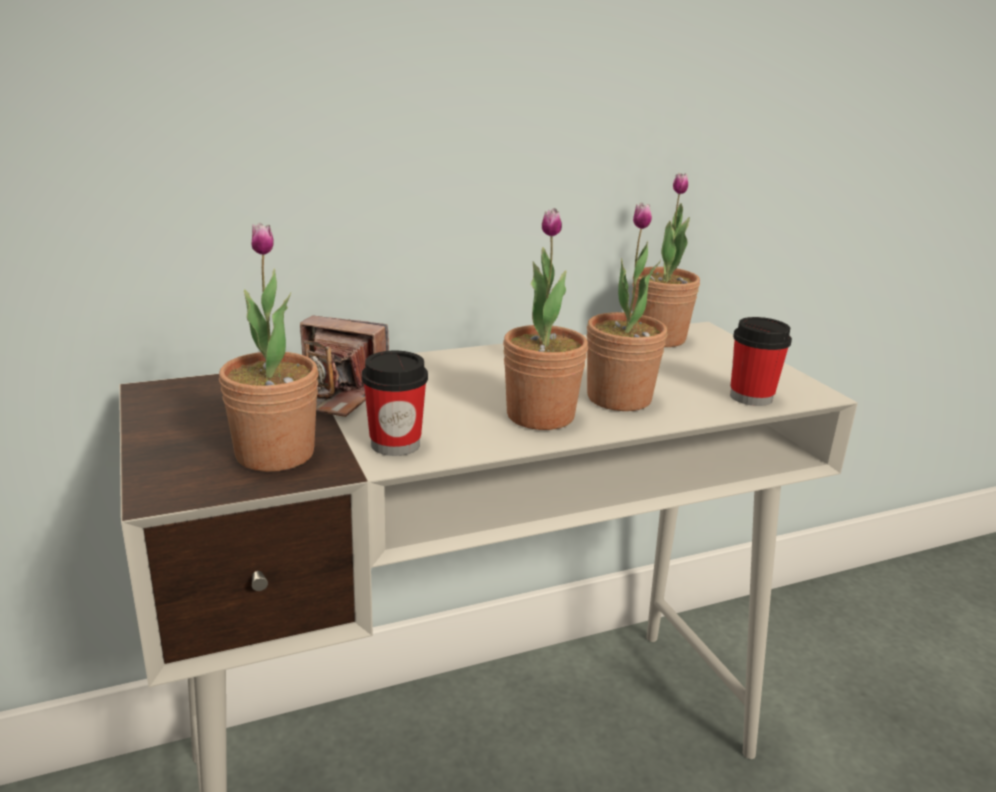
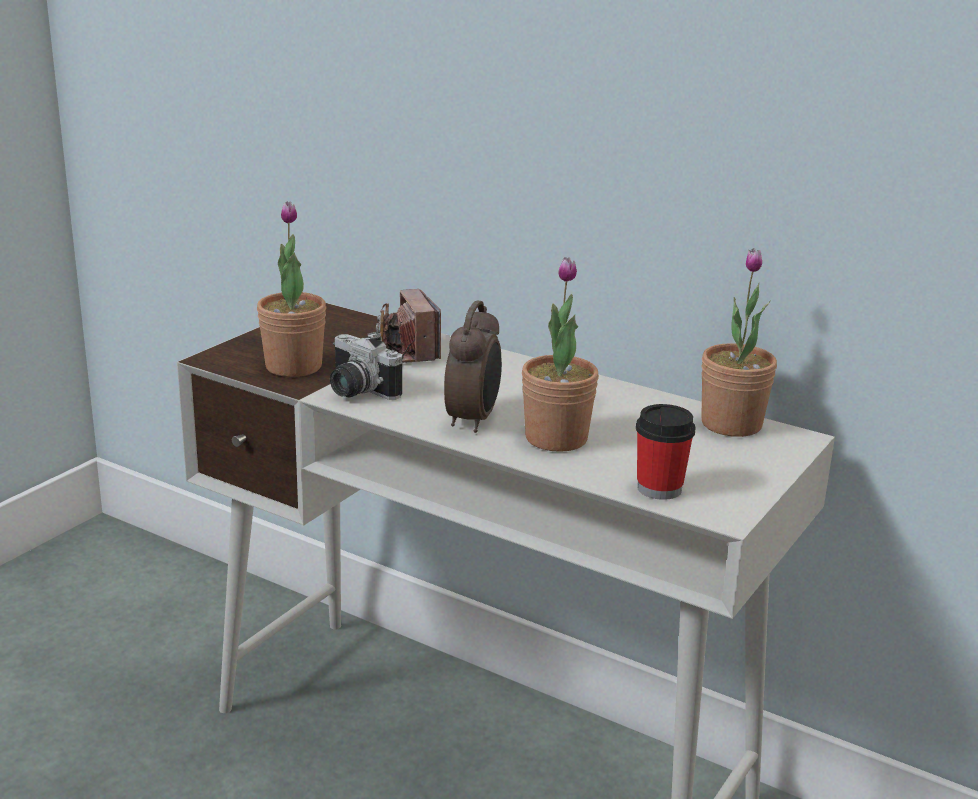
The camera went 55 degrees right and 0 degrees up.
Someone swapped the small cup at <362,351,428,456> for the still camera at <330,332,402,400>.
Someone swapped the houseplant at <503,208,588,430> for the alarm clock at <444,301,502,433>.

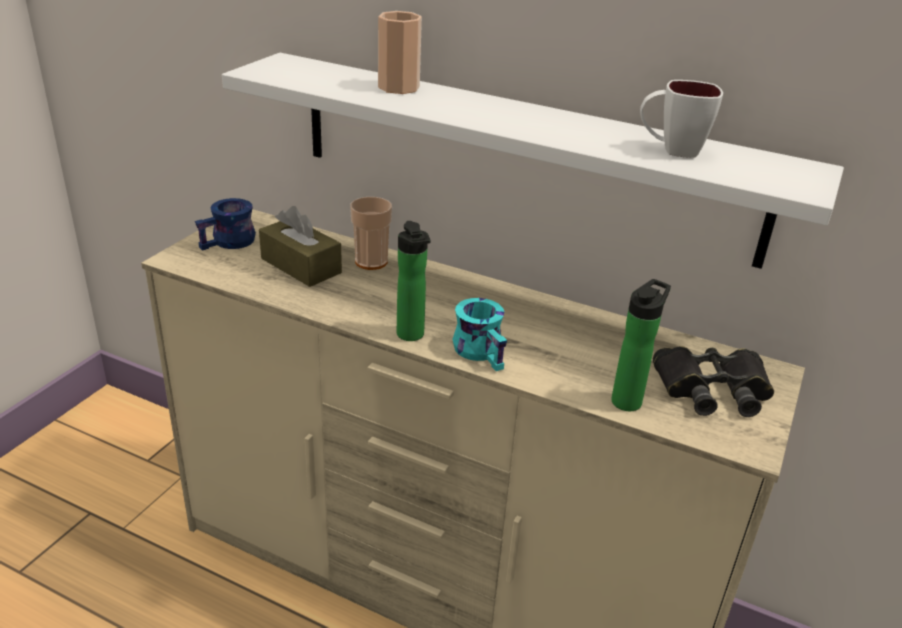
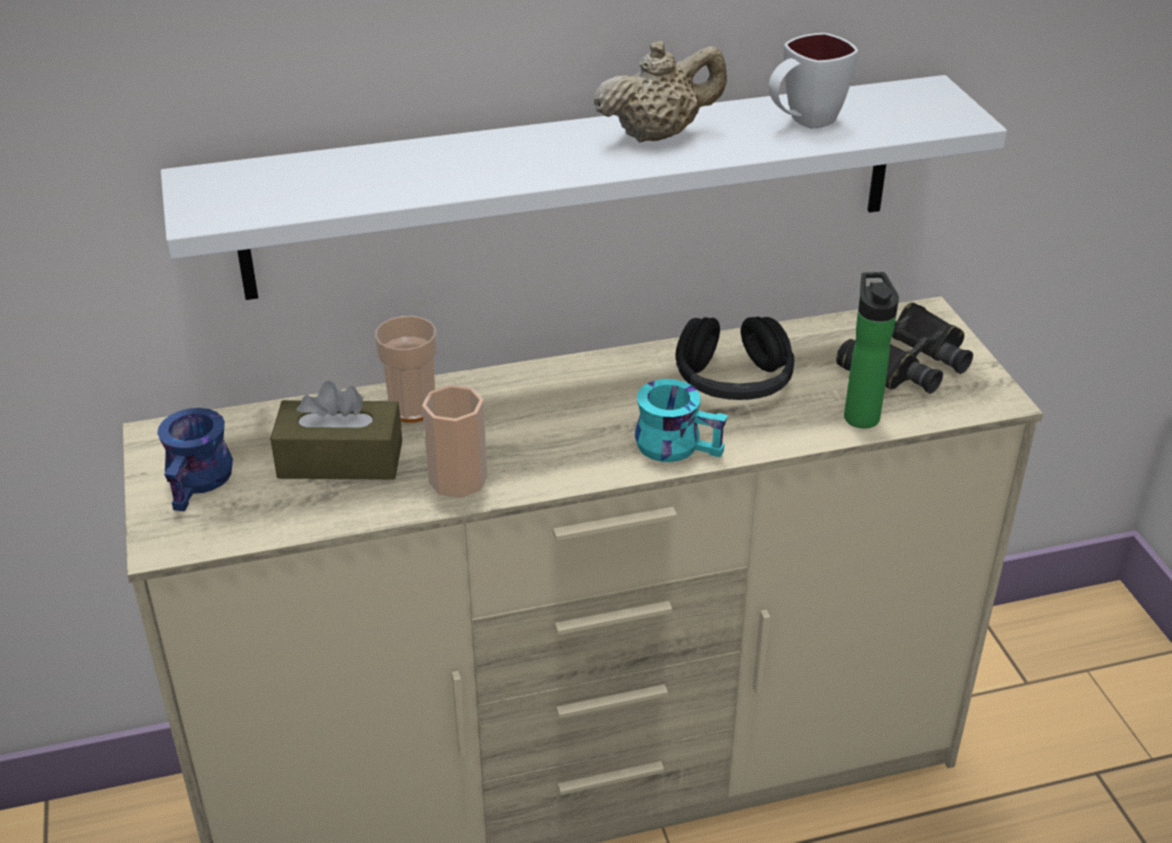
The camera went 40 degrees left and 5 degrees up.
Someone carried the small cup from <378,11,422,94> to <422,385,488,498>.
Someone took away the drink bottle at <397,221,430,341>.
Someone put down the tea pot in beige at <594,41,727,142>.
Someone put down the headphones in black-coloured at <675,316,794,400>.

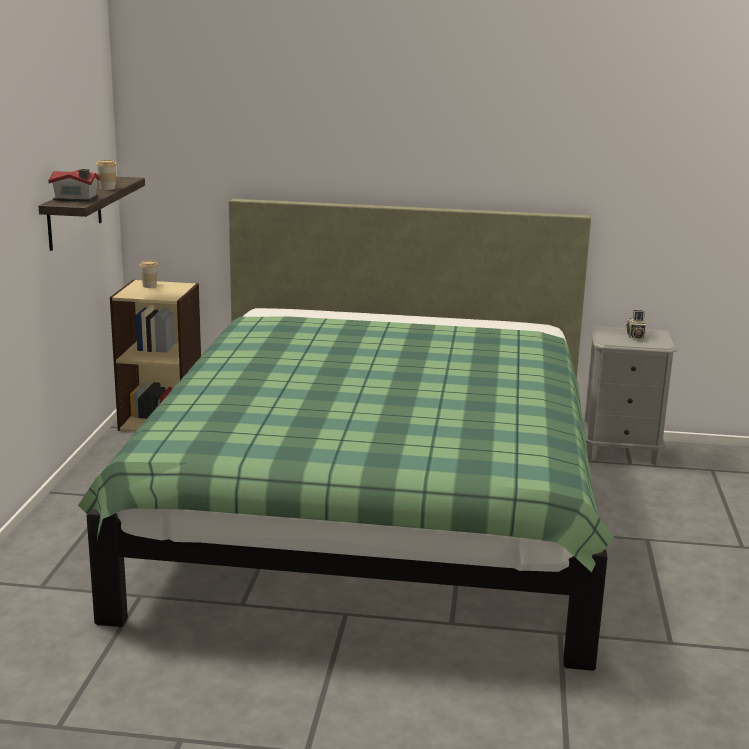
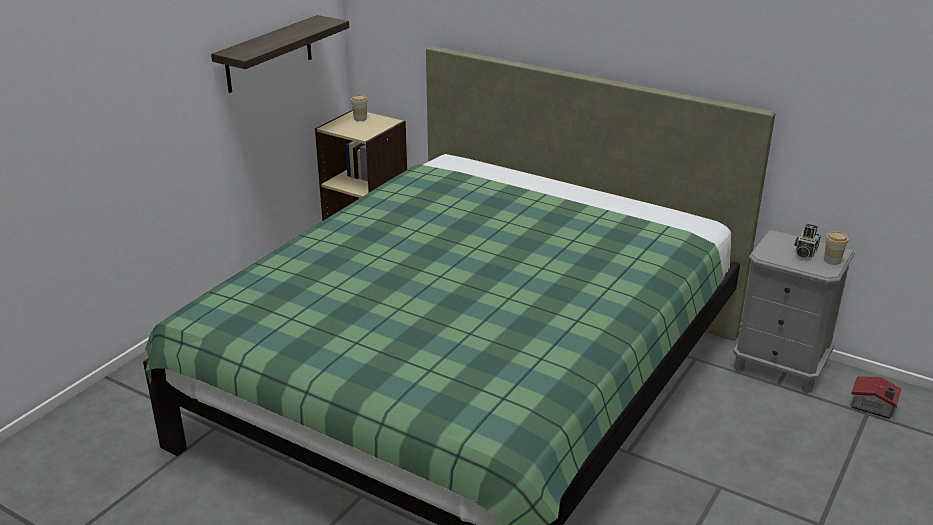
The camera went 25 degrees right and 10 degrees up.
Someone carried the toy house from <48,169,101,202> to <851,376,902,419>.
Someone carried the small cup from <96,160,117,190> to <824,231,849,265>.

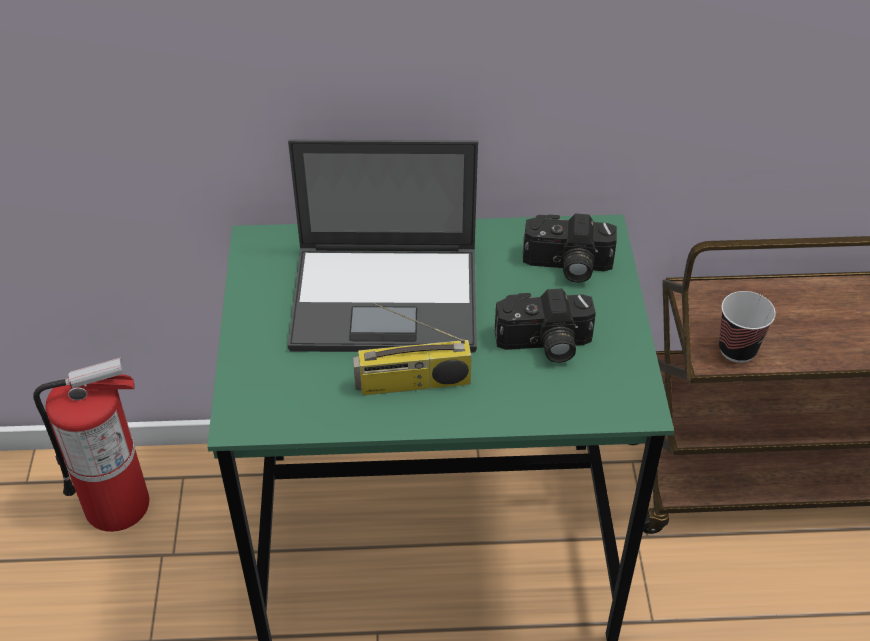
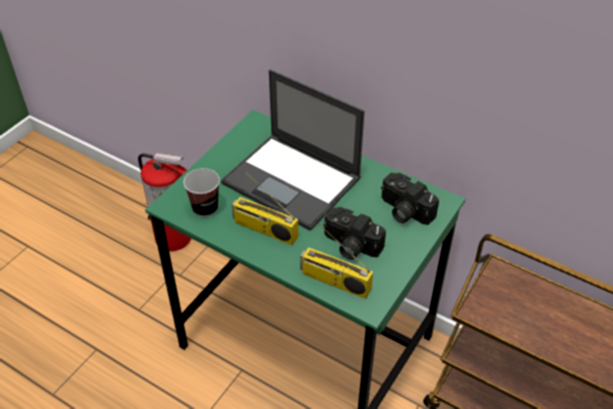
The camera went 35 degrees right and 0 degrees up.
Someone carried the small cup from <719,291,776,363> to <183,168,220,217>.
Someone put down the radio receiver at <300,223,373,299>.

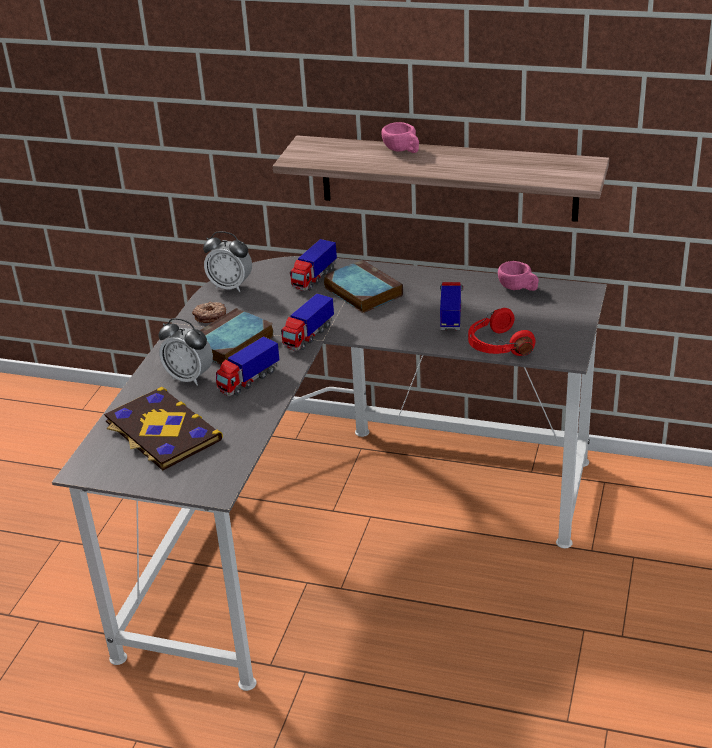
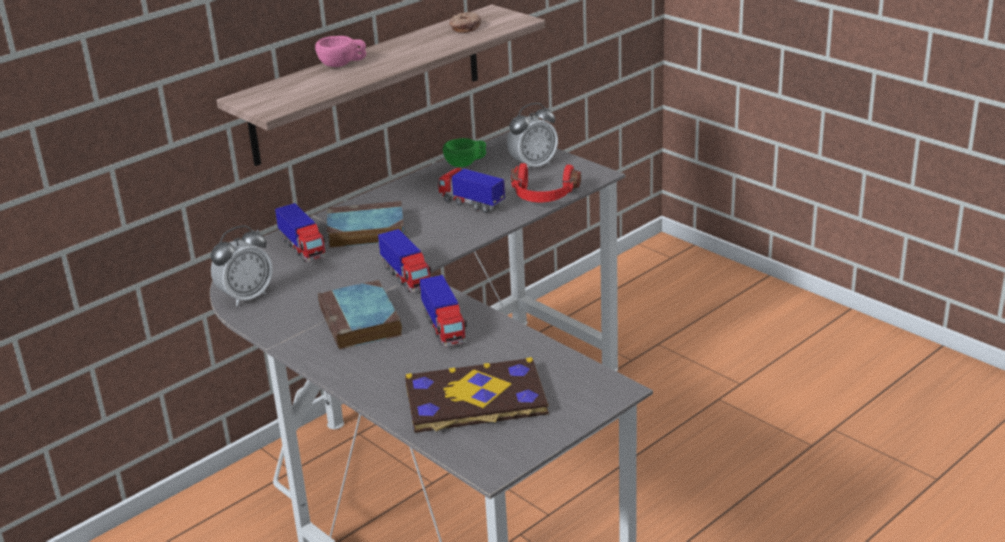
The camera went 60 degrees left and 5 degrees down.
Someone carried the alarm clock from <158,318,213,386> to <507,103,558,169>.
Someone carried the donut from <192,302,226,323> to <449,12,481,33>.
Someone repainted the small cup in pinkish at <498,261,539,291>, which became the small cup in greenish at <443,138,486,167>.

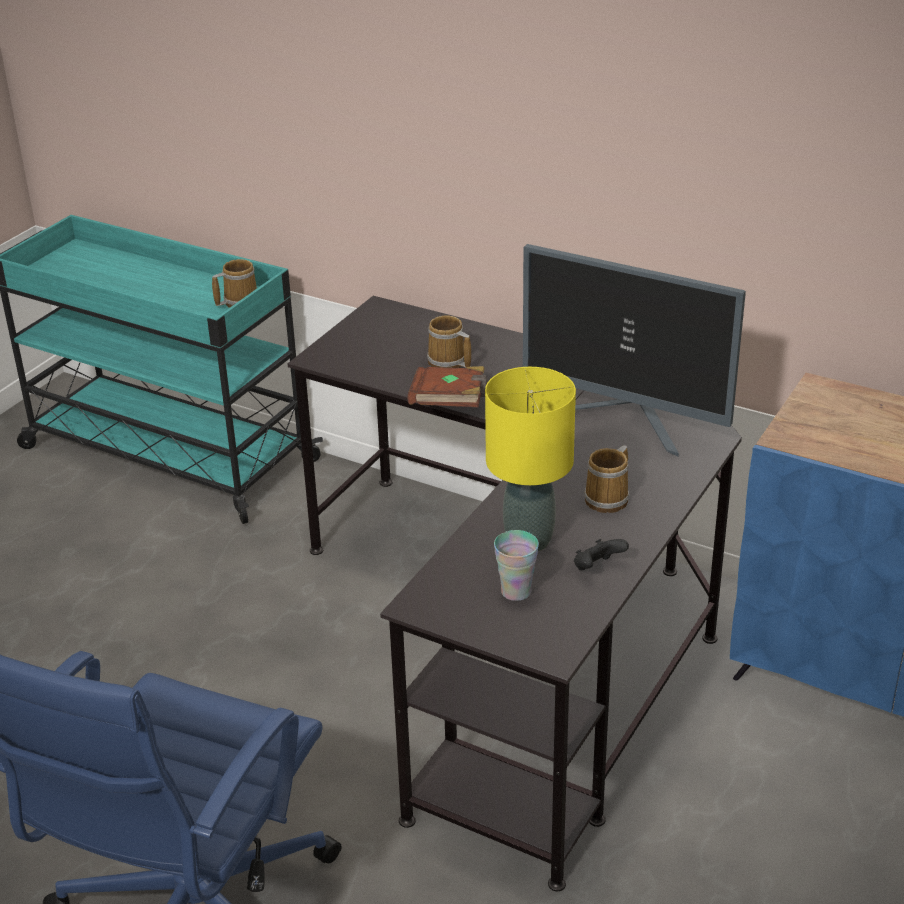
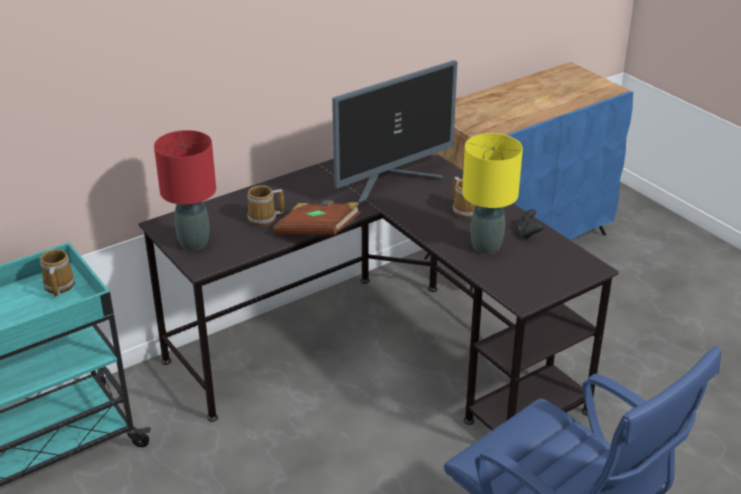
The camera went 65 degrees left and 0 degrees up.
Someone took away the small cup at <494,530,539,601>.
Someone put down the table lamp in red-coloured at <154,130,216,250>.

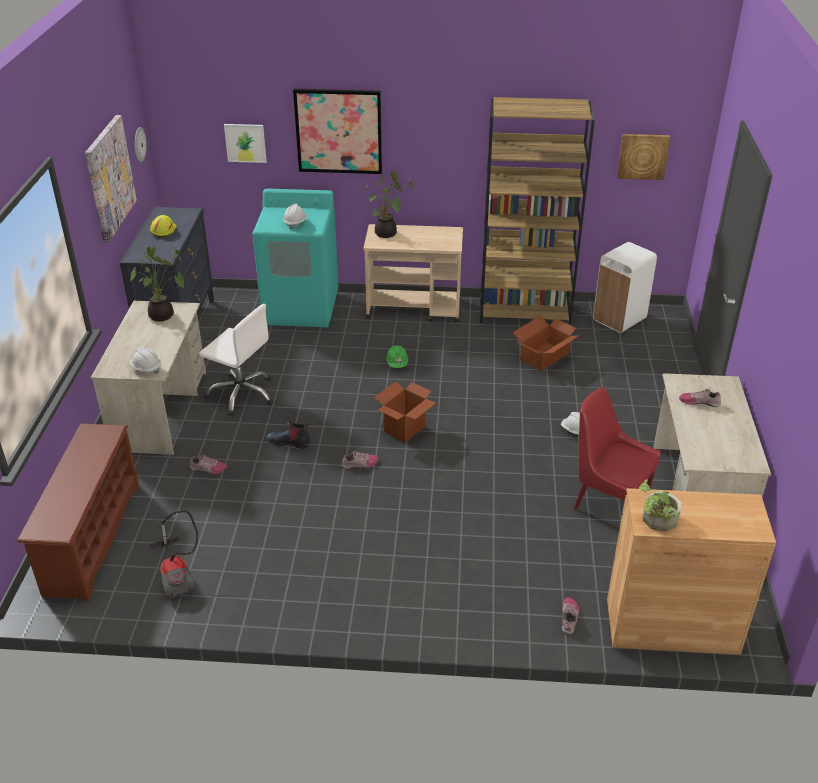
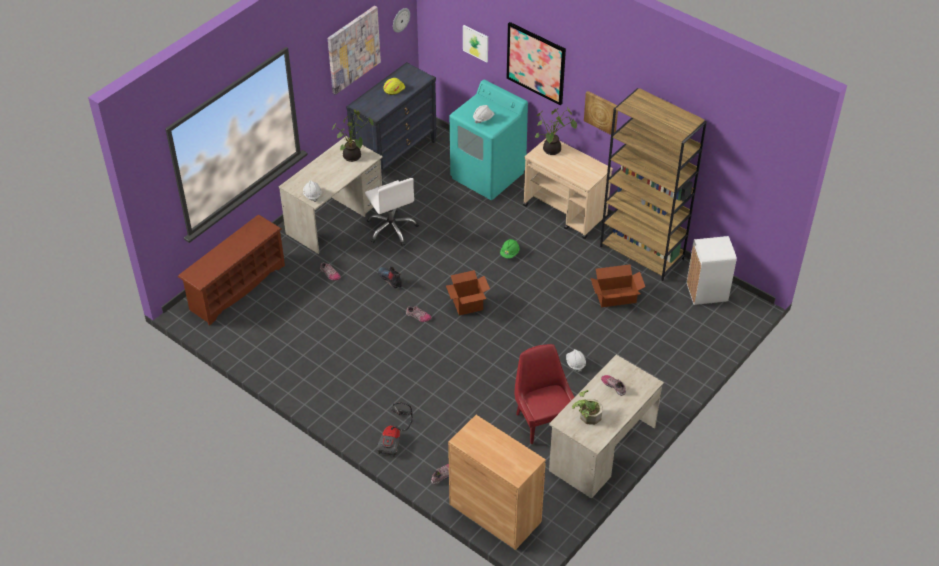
The camera went 35 degrees right and 10 degrees up.
Someone carried the vacuum from <150,510,198,601> to <377,402,413,457>.
Someone carried the wall picture from <617,134,670,180> to <584,91,618,135>.
Someone carried the houseplant from <639,479,682,532> to <572,390,603,425>.

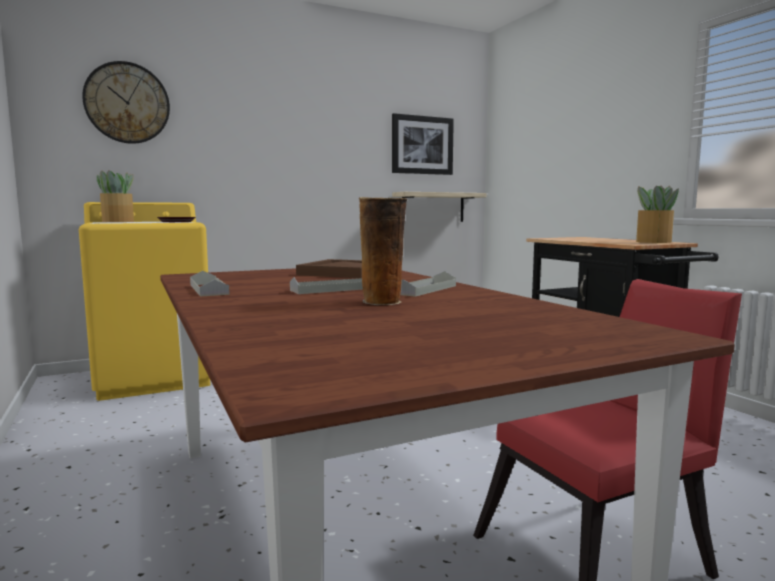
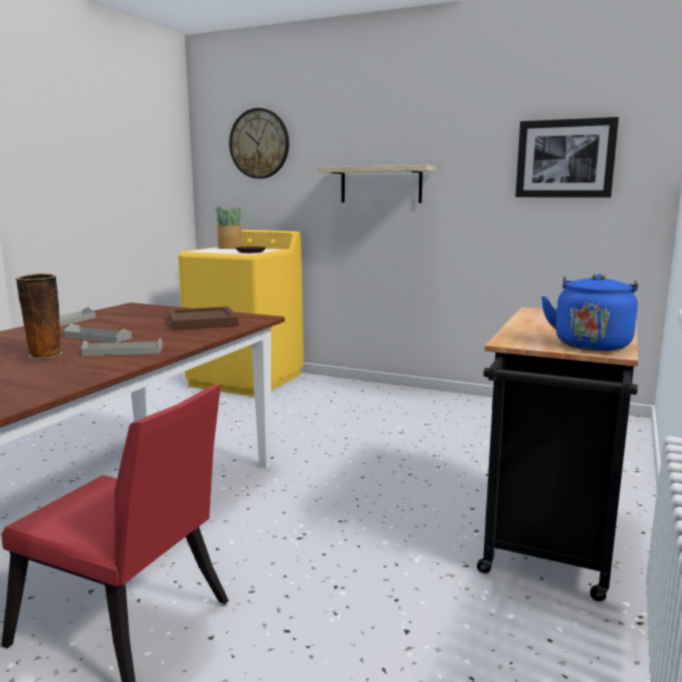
The camera went 50 degrees right and 5 degrees up.
Someone carried the wall shelf from <392,192,486,222> to <317,165,436,203>.
Someone swapped the houseplant at <636,186,679,243> for the kettle in bluish at <541,274,638,351>.

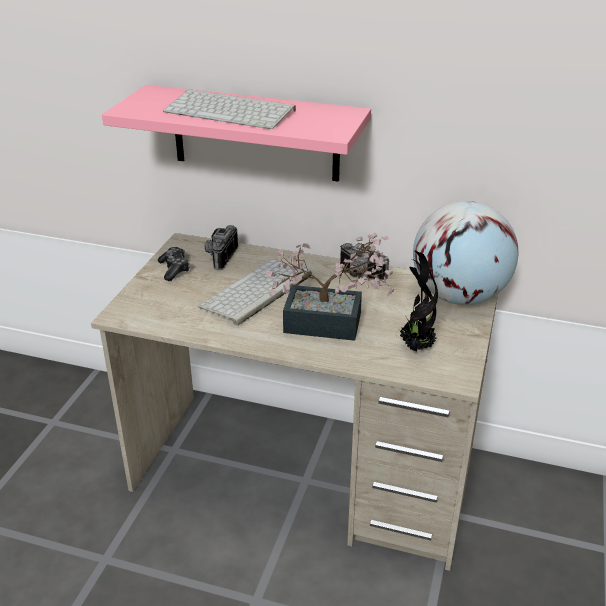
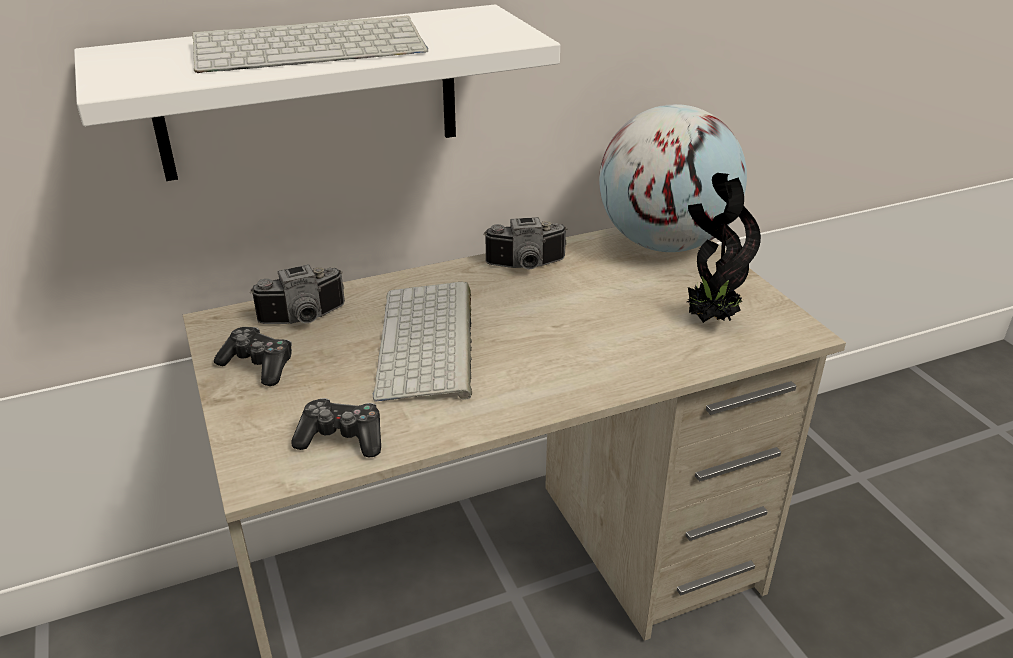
The camera went 40 degrees left and 0 degrees up.
Someone repainted the wall shelf in pinkish at <102,85,371,182>, which became the wall shelf in white-coloured at <74,4,560,181>.
Someone rotated the still camera at <204,225,238,270> by 90 degrees counterclockwise.
Someone took away the houseplant at <266,232,394,341>.
Someone put down the joypad at <291,398,381,458>.

